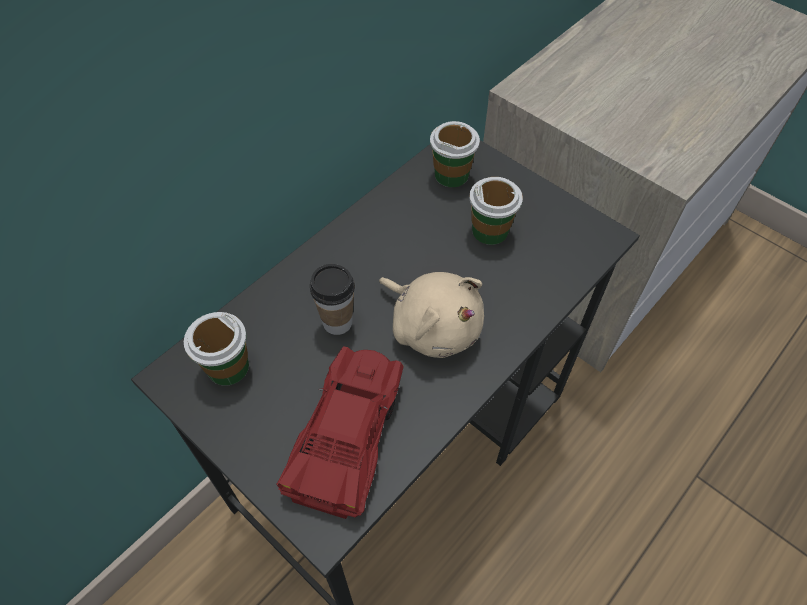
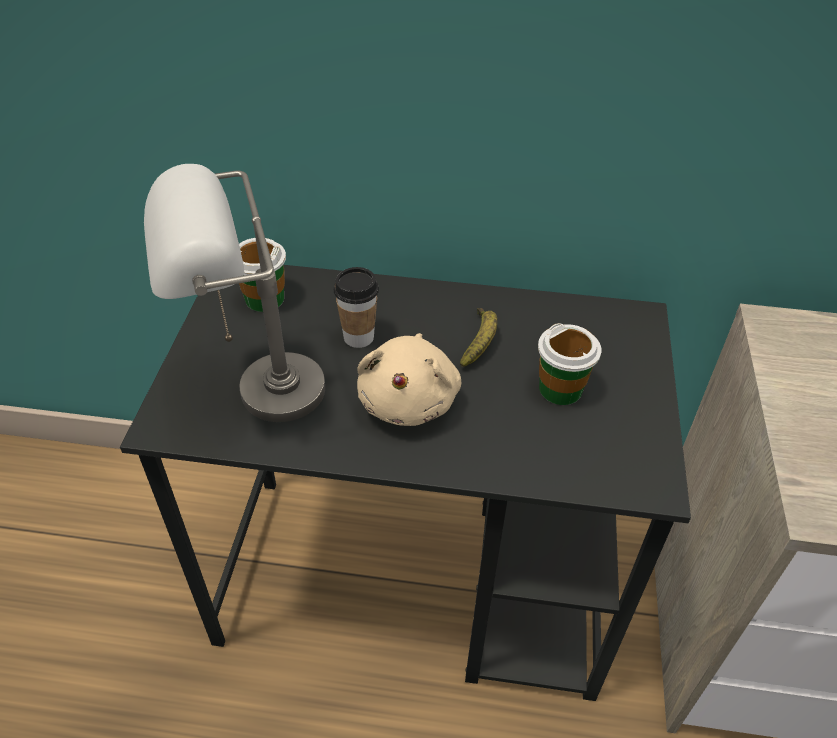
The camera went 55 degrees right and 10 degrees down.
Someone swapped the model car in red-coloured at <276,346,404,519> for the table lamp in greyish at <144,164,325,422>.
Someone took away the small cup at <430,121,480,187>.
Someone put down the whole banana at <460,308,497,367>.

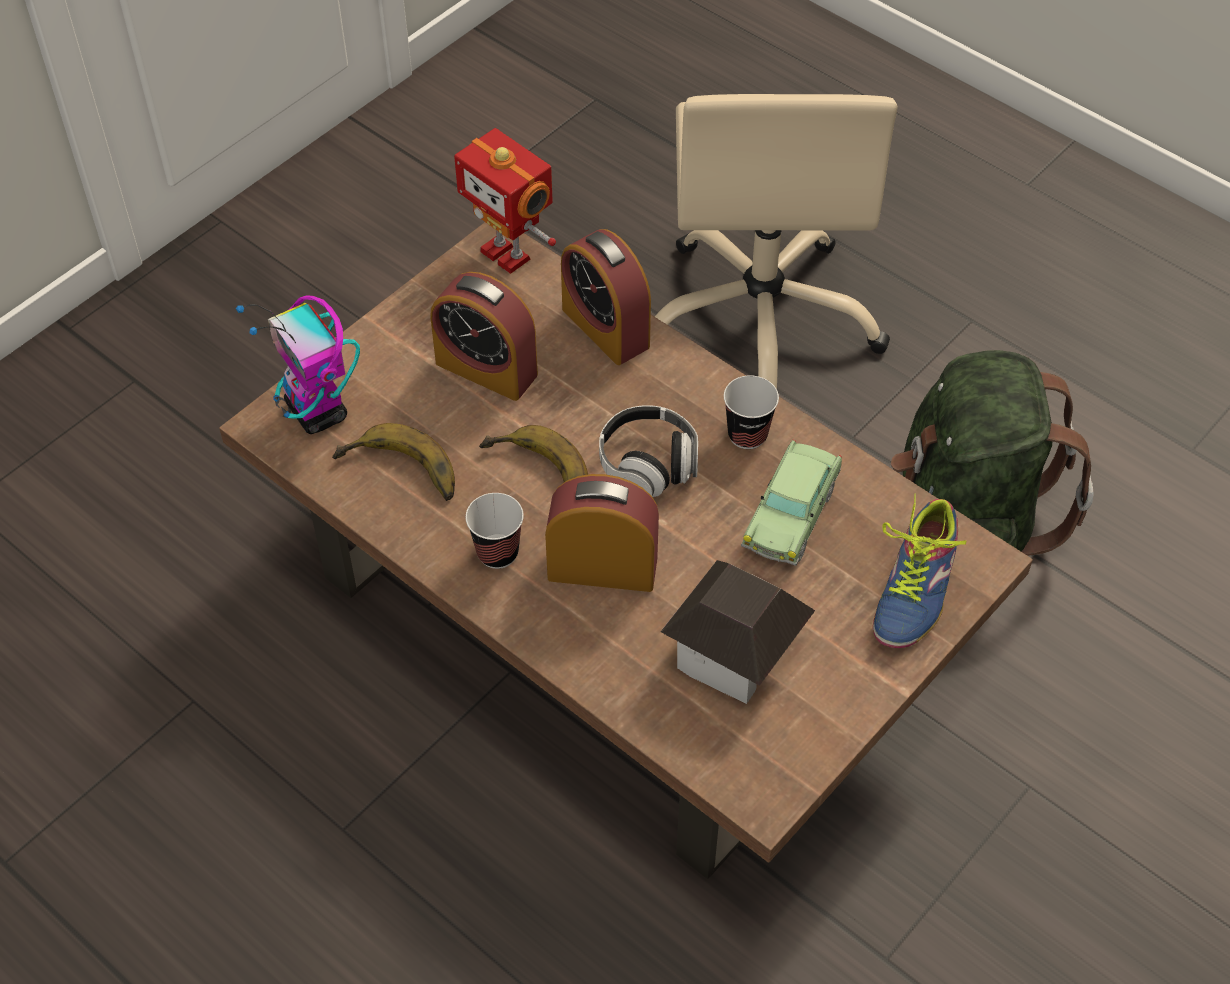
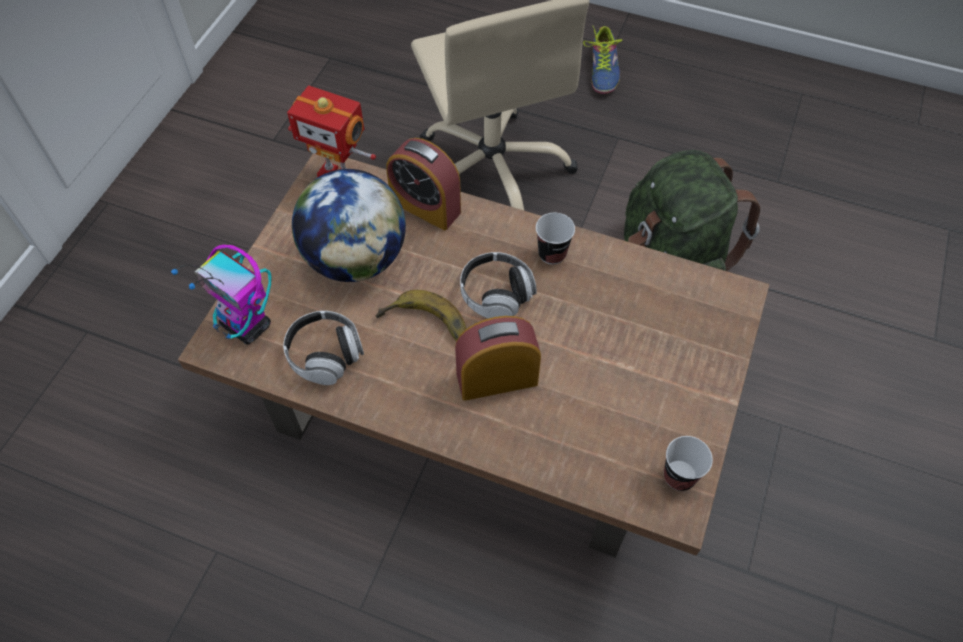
The camera went 20 degrees left and 5 degrees up.
Someone swapped the whole banana at <332,423,455,501> for the headphones at <283,311,364,385>.
Someone swapped the alarm clock at <430,272,538,401> for the world globe at <292,169,406,282>.
Someone carried the small cup from <465,493,524,569> to <664,436,713,491>.
Someone took away the toy house at <660,560,815,704>.
Someone took away the model car at <741,440,842,566>.
Someone carried the shoe from <873,494,966,648> to <583,25,622,94>.

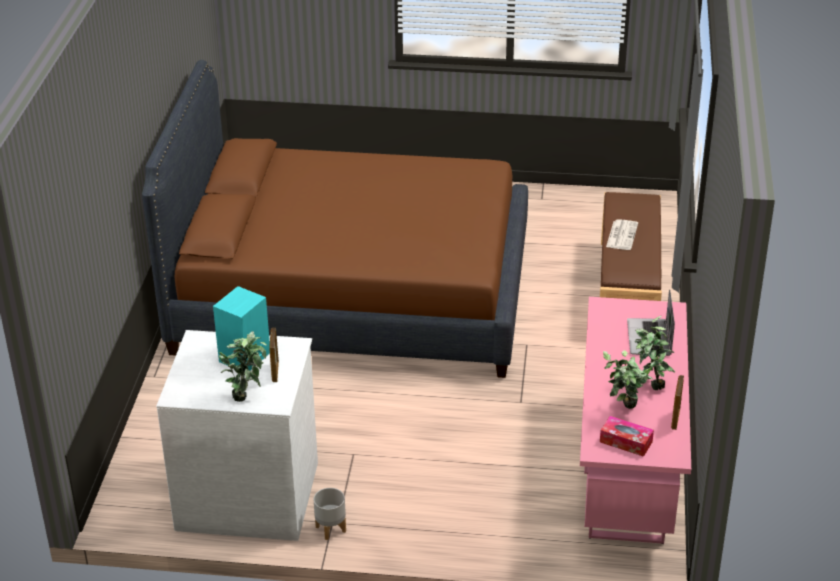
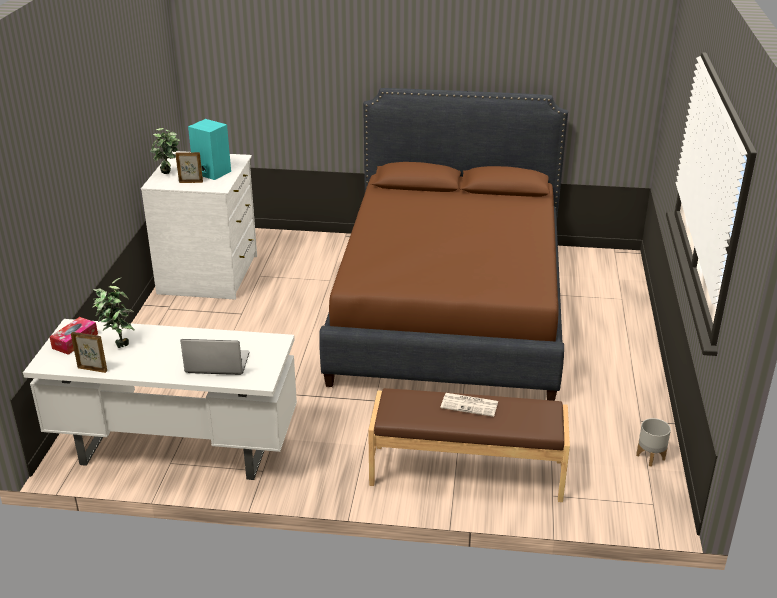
The camera went 90 degrees right and 5 degrees down.
Someone carried the flower pot in greyish from <314,488,346,540> to <636,418,671,467>.
Someone repainted the desk in pinkish at <580,297,691,544>, which became the desk in white-coloured at <23,319,297,480>.
Someone took away the houseplant at <634,316,675,390>.

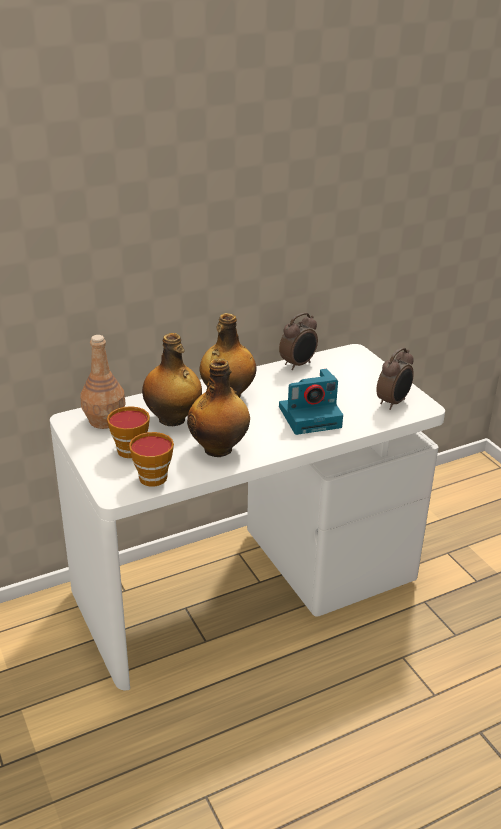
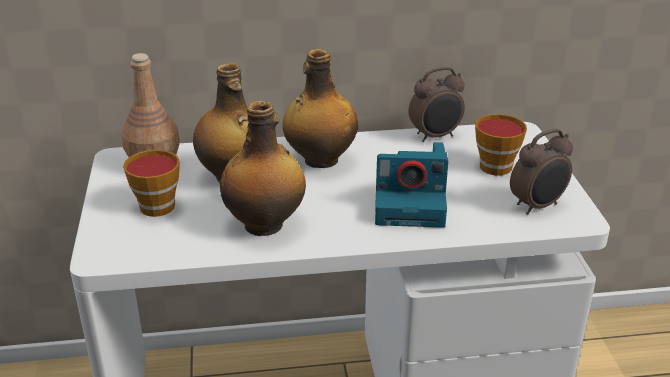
The camera went 20 degrees right and 0 degrees up.
Someone carried the small cup from <129,432,174,487> to <475,114,527,176>.

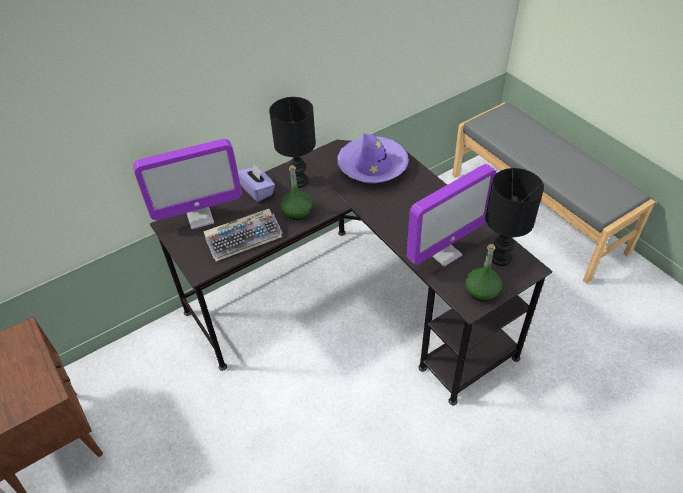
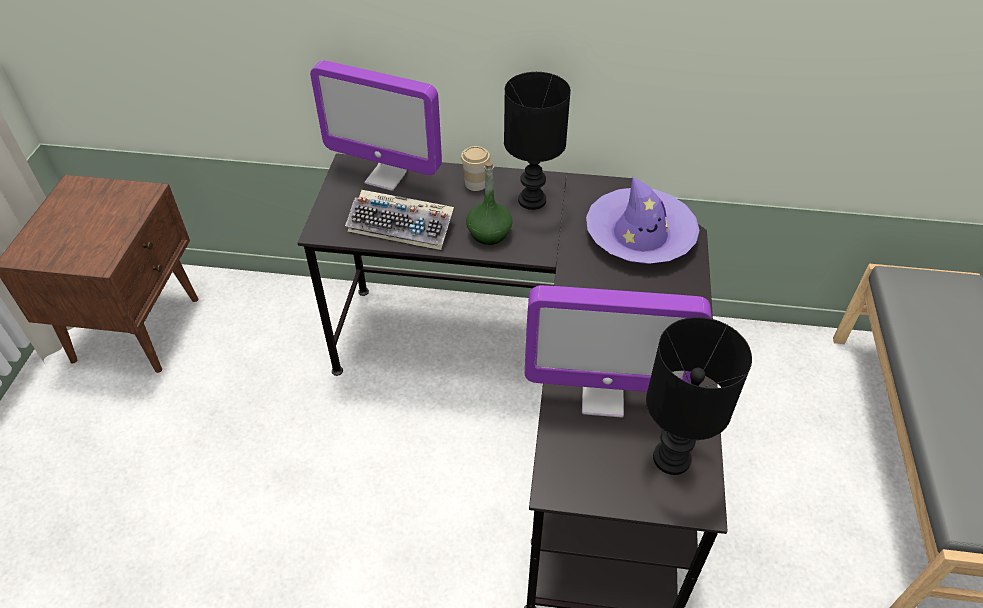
The camera went 40 degrees right and 0 degrees up.
Someone swapped the tissue holder in purple-coloured at <238,165,275,202> for the small cup at <461,146,490,191>.
Someone took away the drink bottle in greenish at <465,244,502,301>.

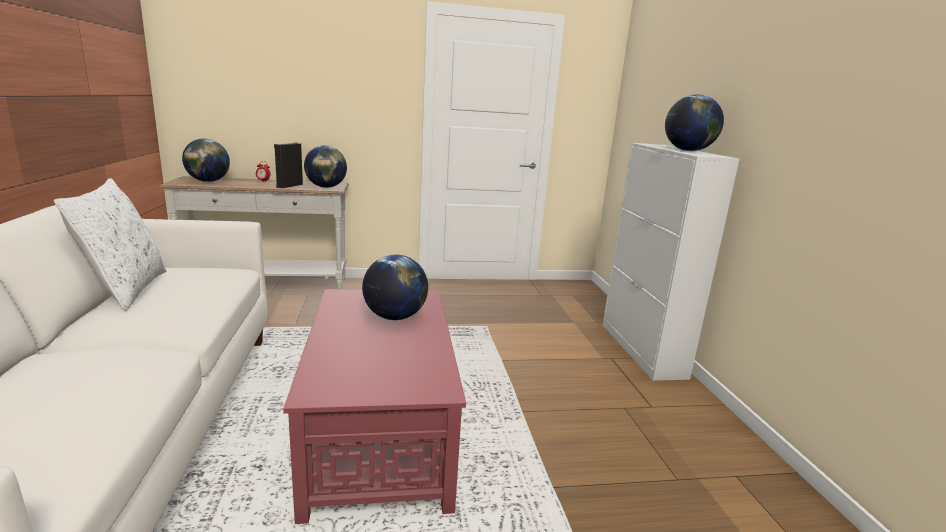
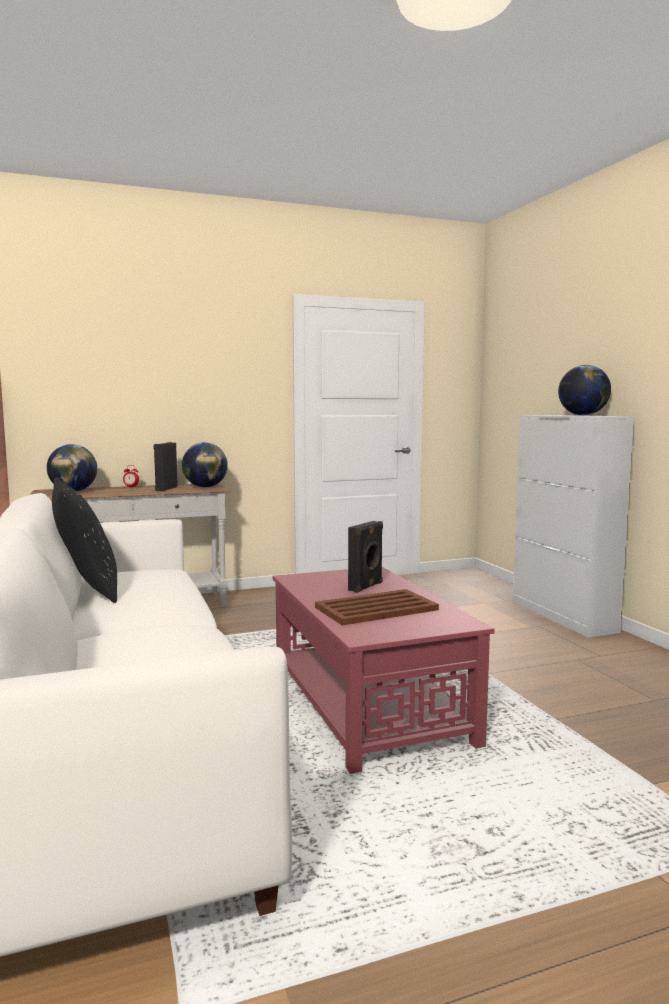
The camera went 10 degrees left and 10 degrees down.
Someone repainted the cushion in white-coloured at <54,178,166,311>, which became the cushion in black-coloured at <52,478,117,603>.
Someone swapped the world globe at <362,255,428,320> for the loudspeaker in black-coloured at <348,521,383,593>.
Someone put down the serving tray in brownish at <315,589,439,626>.

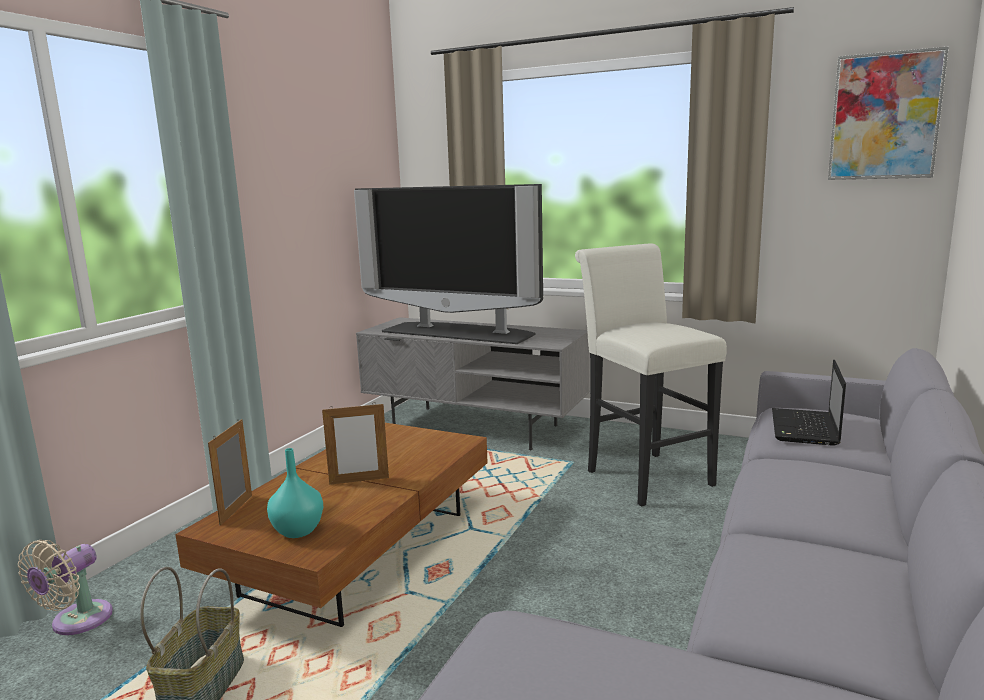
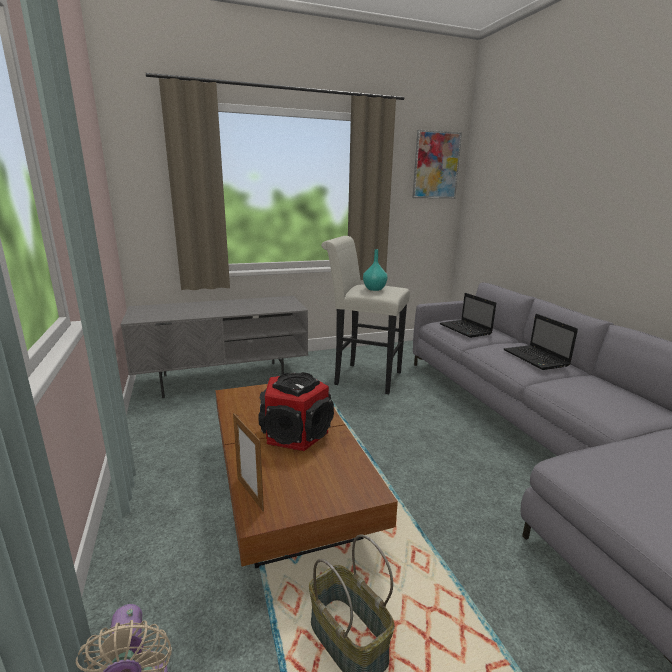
The camera went 45 degrees left and 5 degrees up.
Someone carried the vase in turquoise from <267,448,323,538> to <363,249,388,291>.
Someone swapped the standing frame at <322,402,389,485> for the loudspeaker at <258,372,334,451>.
Someone took away the TV set at <354,184,543,344>.
Someone put down the notebook computer at <504,314,578,370>.

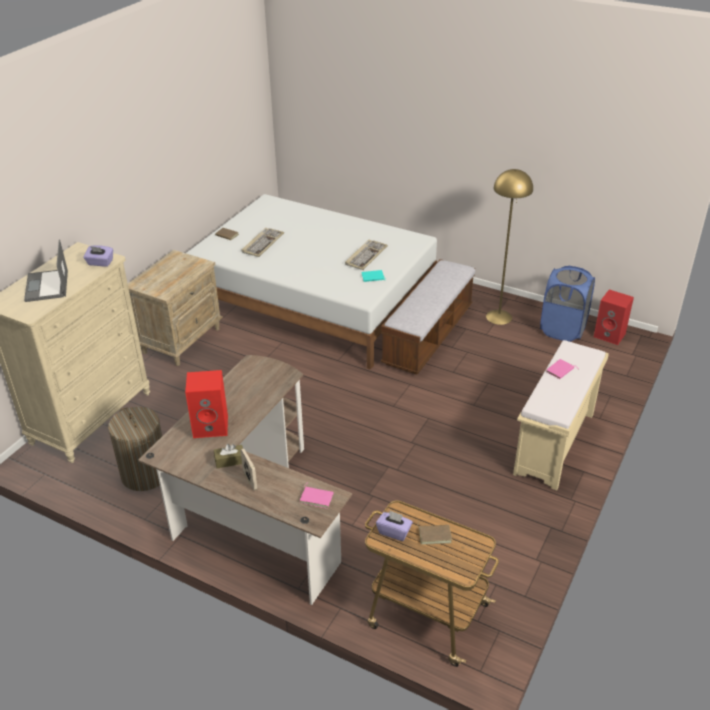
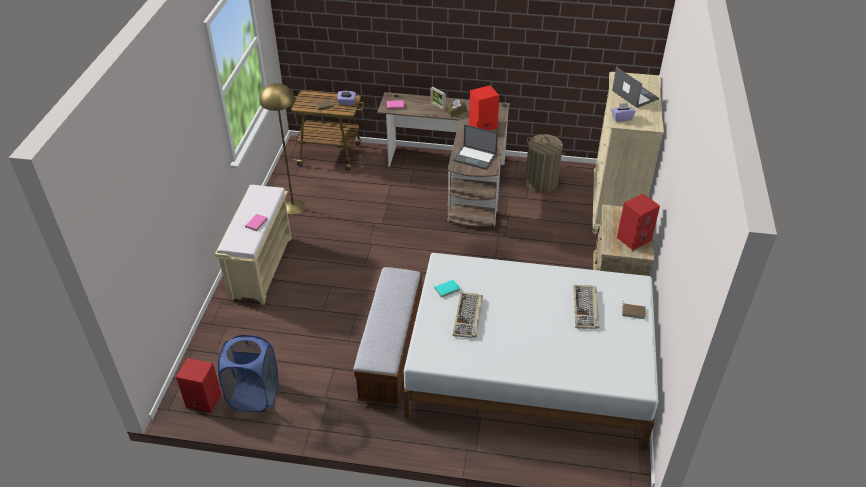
The camera went 160 degrees right and 5 degrees up.
Someone carried the standing lamp in yellow from <486,169,533,325> to <260,83,305,215>.
Someone put down the notebook computer at <453,124,498,170>.
Someone put down the loudspeaker in red-coloured at <617,193,660,250>.

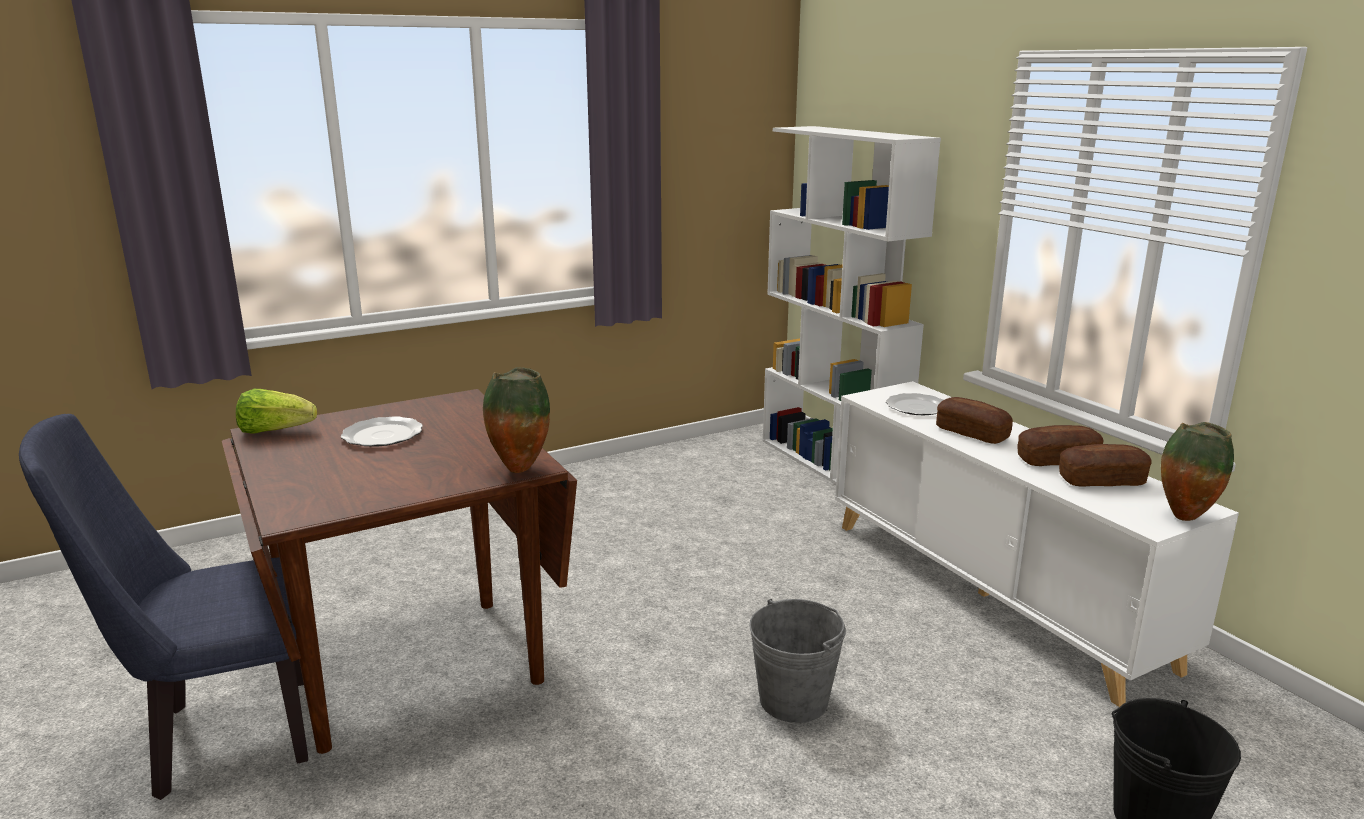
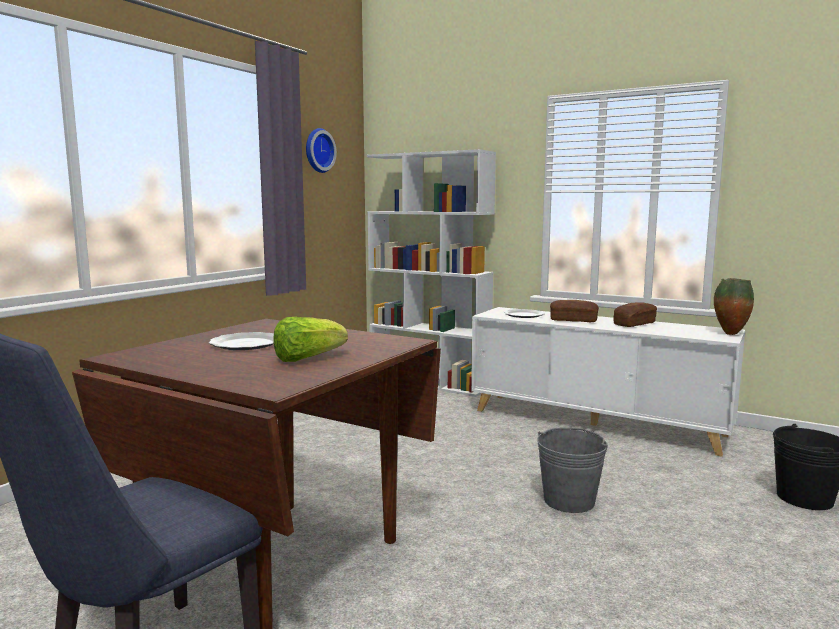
The camera went 30 degrees left and 10 degrees down.
Someone carried the lettuce head from <236,389,317,434> to <273,317,348,362>.
Someone took away the vase at <483,367,550,473>.
Someone took away the baked bread at <1059,444,1152,487>.
Someone put up the wall clock at <306,128,337,173>.

